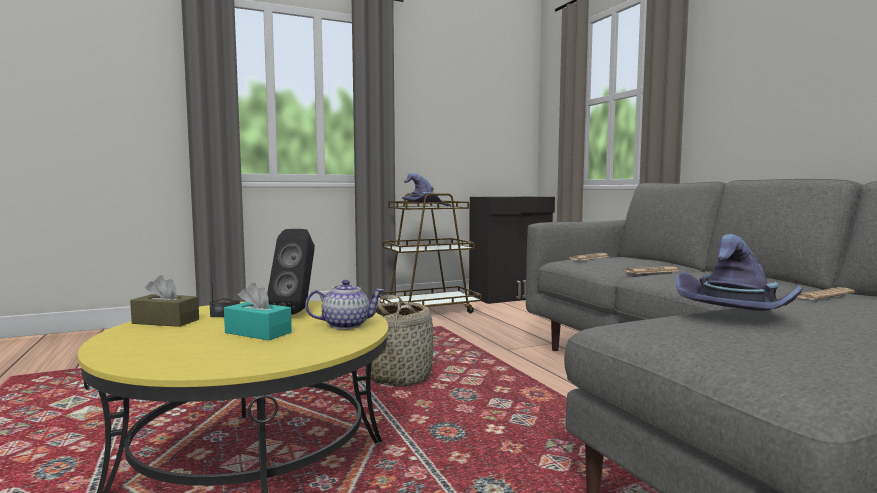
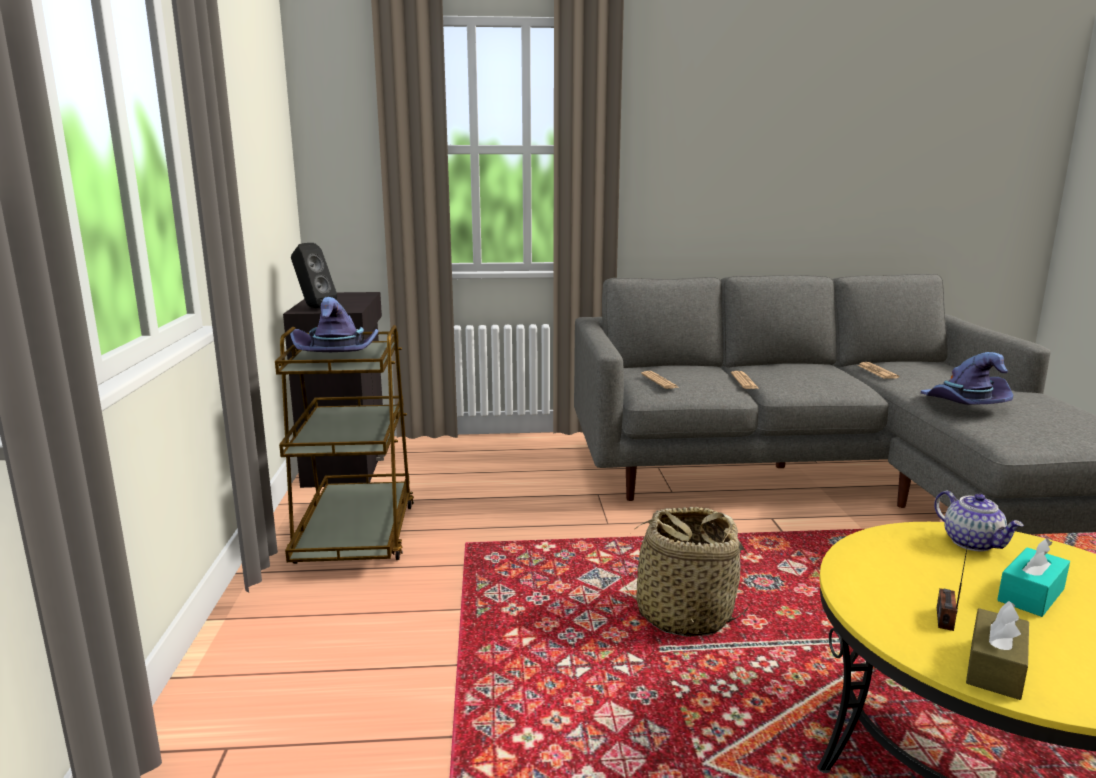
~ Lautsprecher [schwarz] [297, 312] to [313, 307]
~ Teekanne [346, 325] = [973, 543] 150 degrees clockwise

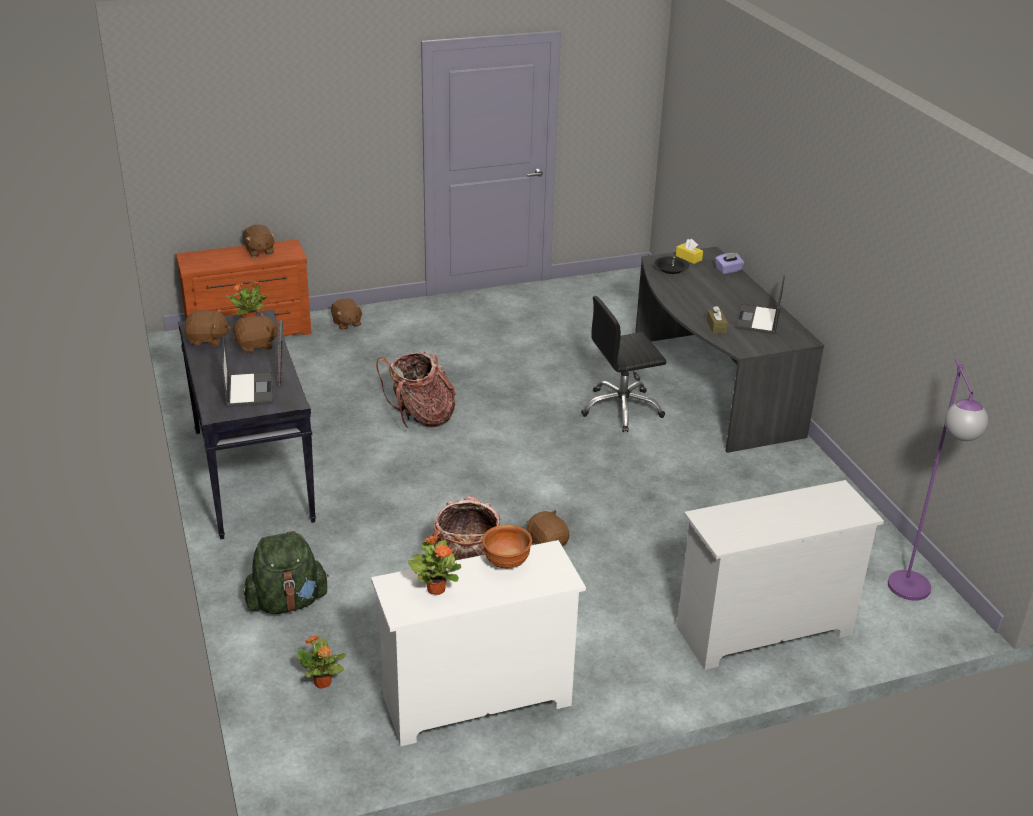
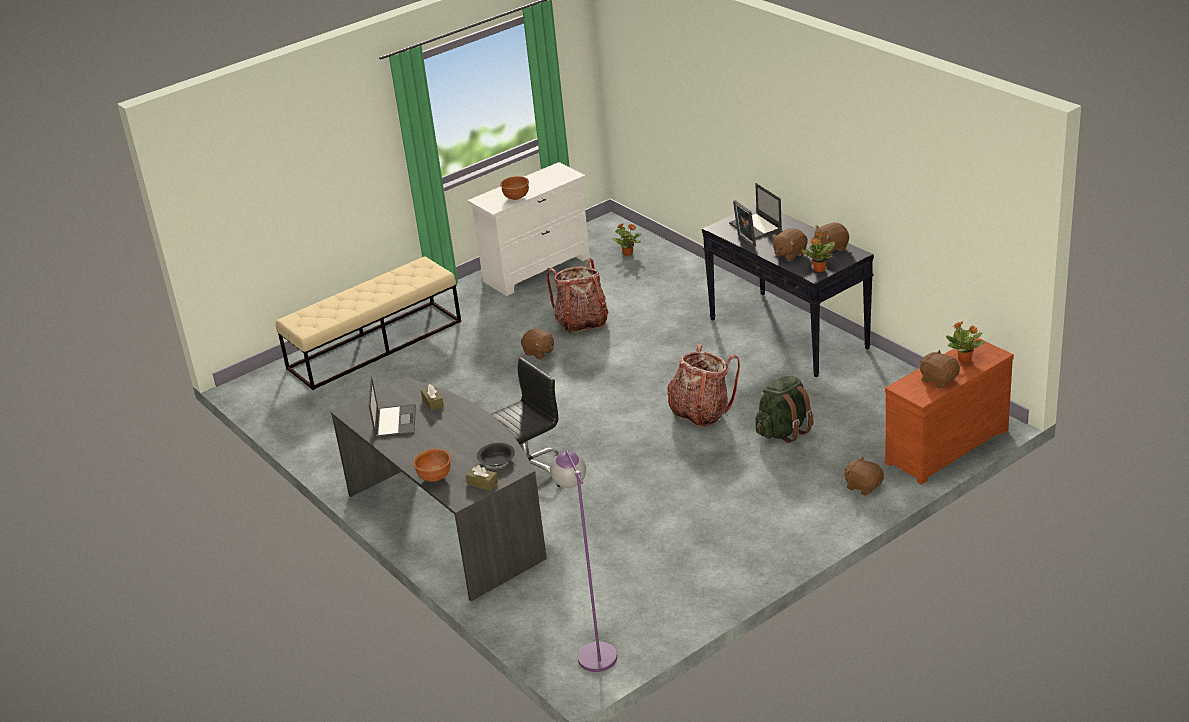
~ Kommode [weiß] [763, 630] to Bank [beige] [375, 344]
~ Taschentuchbox [lila] [728, 270] to Schüssel [braun] [435, 478]
~ Taschentuchbox [gelb] [688, 258] to Taschentuchbox [braun] [482, 483]
~ Stehlampe [lila] [912, 596] to [593, 648]
~ Rucksack [grün] [287, 602] to [784, 431]
~ Topfpflanze [436, 589] to [965, 359]

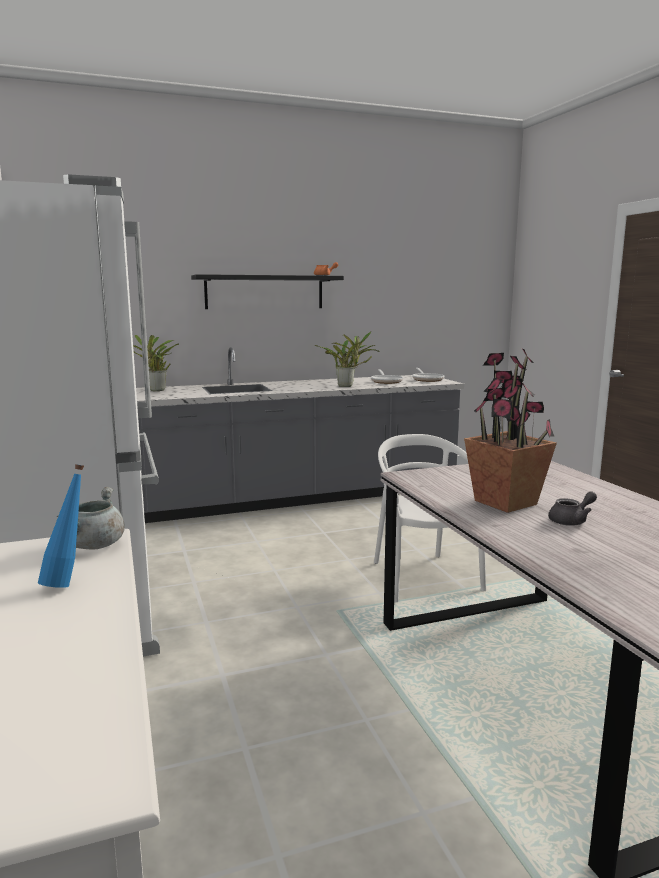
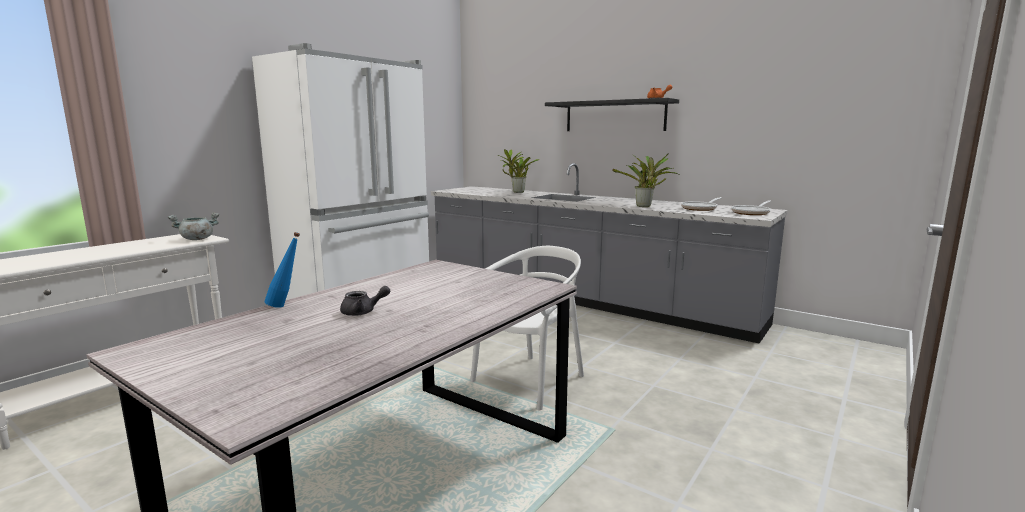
~ Flasche [blau] [68, 582] to [286, 306]
~ Teekanne [grau] [571, 521] = [363, 312] 45 degrees counterclockwise
- Topfpflanze [505, 503]

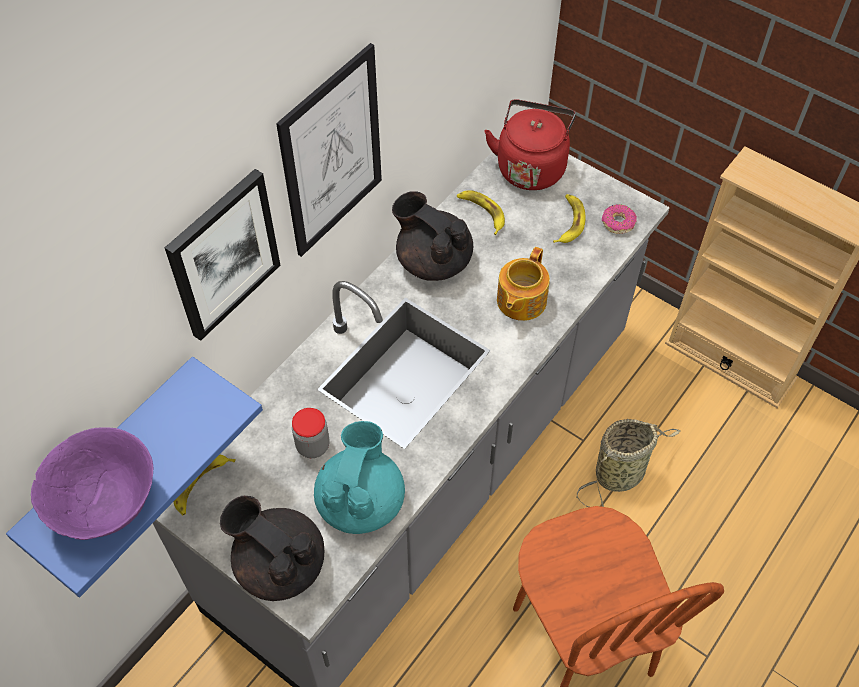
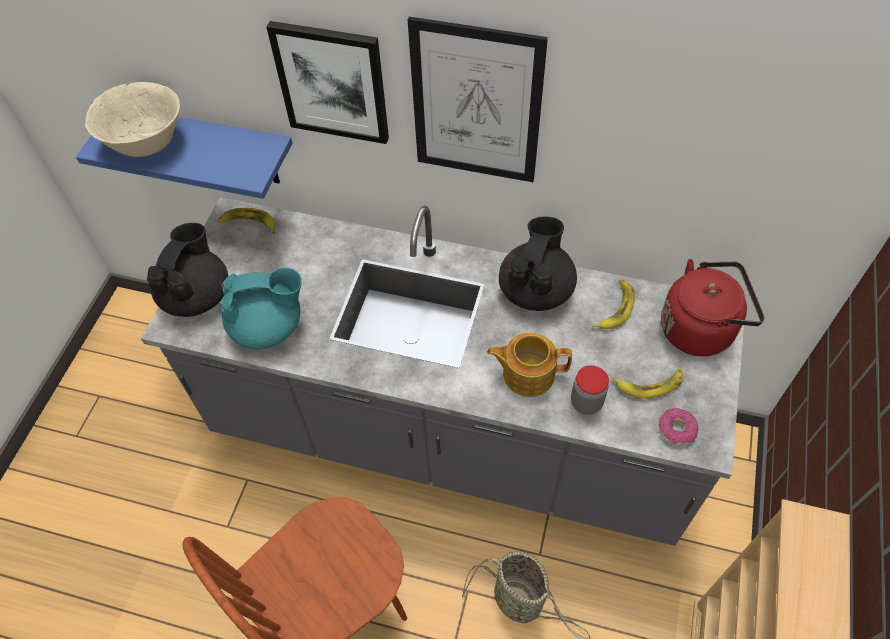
~ Schüssel [lila] [108, 505] to Schüssel [beige] [146, 144]
~ Vorratsglas [313, 446] to [586, 402]

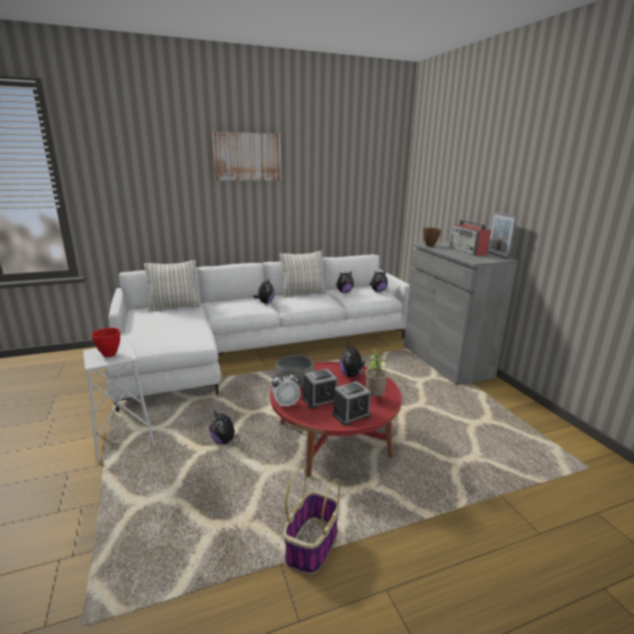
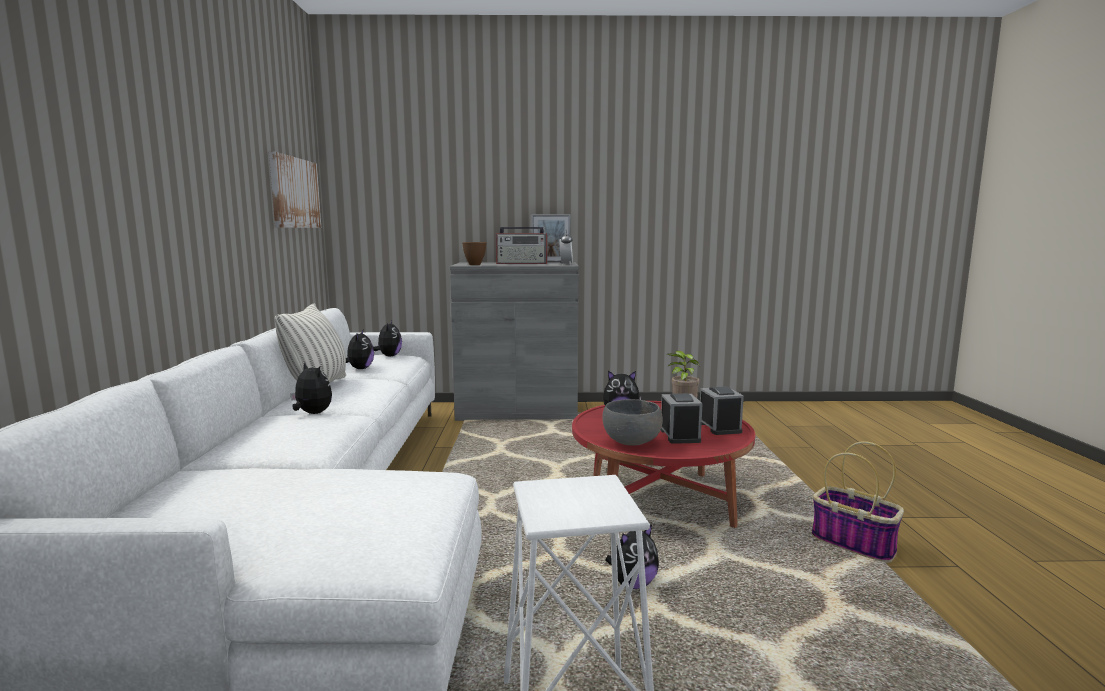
~ Bild [247, 157] to [294, 193]
~ Wecker [286, 404] to [566, 264]
- Schüssel [rot] [108, 354]
- Kissen [175, 307]

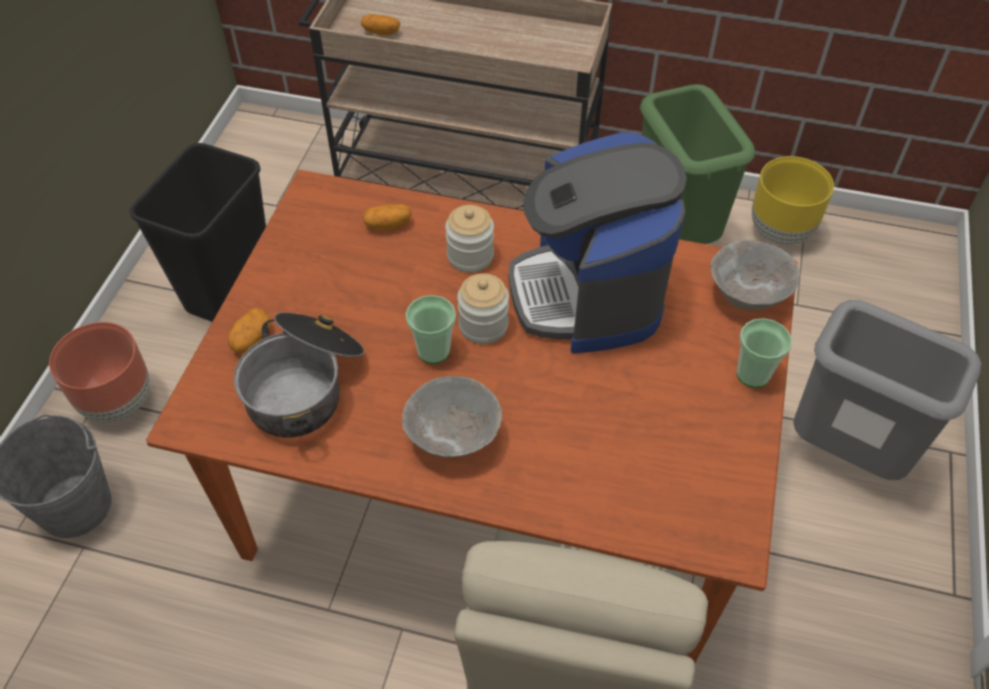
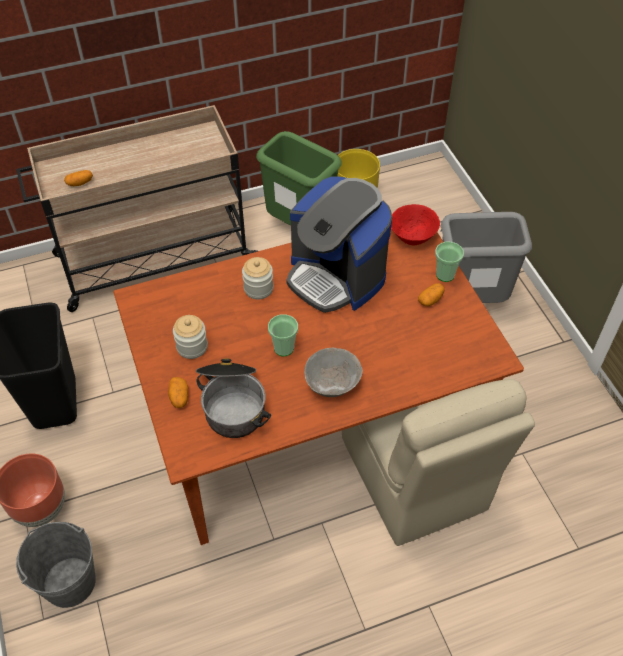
~ Vorratsglas [483, 325] to [192, 347]
~ Schüssel [grau] [746, 296] to Schüssel [rot] [412, 237]
~ Kartoffel [388, 225] to [430, 300]

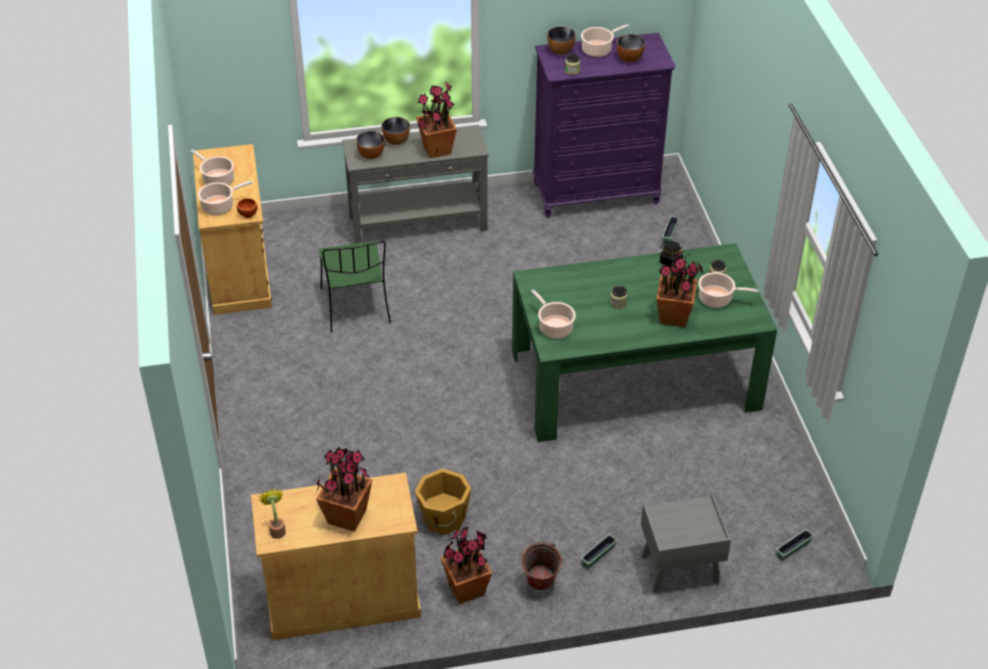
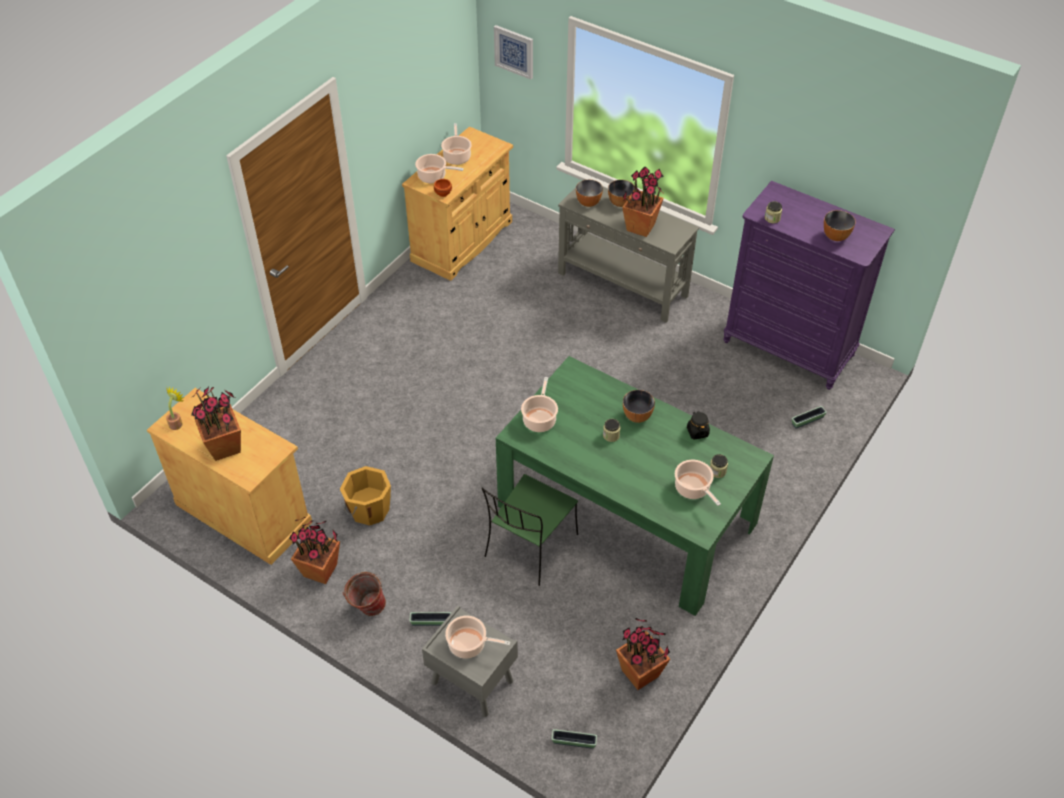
~ Kochtopf [598, 50] to [469, 645]
~ Stuhl [grün] [356, 307] to [530, 547]
+ Bild [514, 51]
~ Topfpflanze [674, 316] to [640, 674]
~ Schüssel [560, 51] to [637, 416]

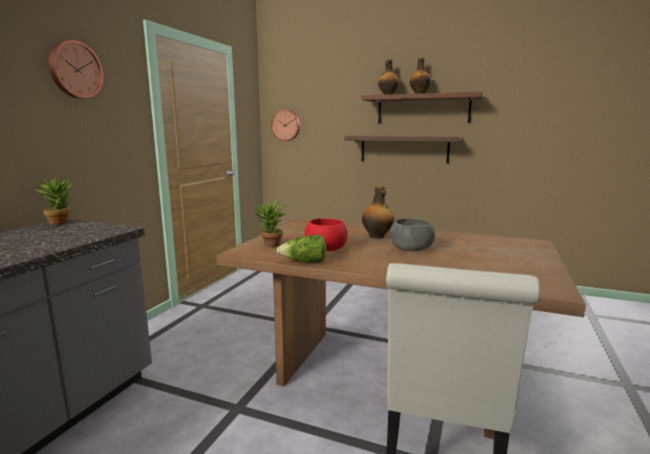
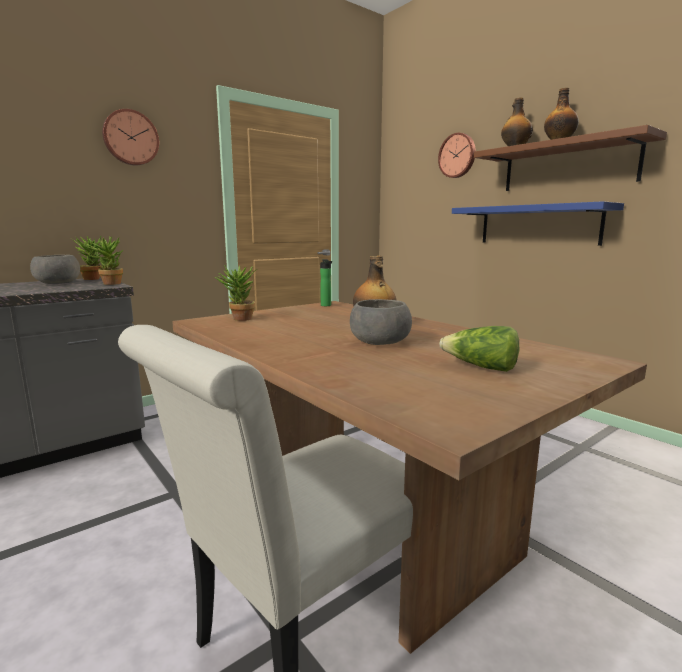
+ Schüssel [grau] [57, 283]
+ Topfpflanze [109, 283]
+ Flasche [326, 305]
~ Wanduhr [286, 125] to [457, 155]
~ Salatkopf [304, 262] to [481, 368]
~ Wandregal [braun] [404, 149] to Wandregal [blau] [538, 225]
- Schüssel [rot] [326, 248]

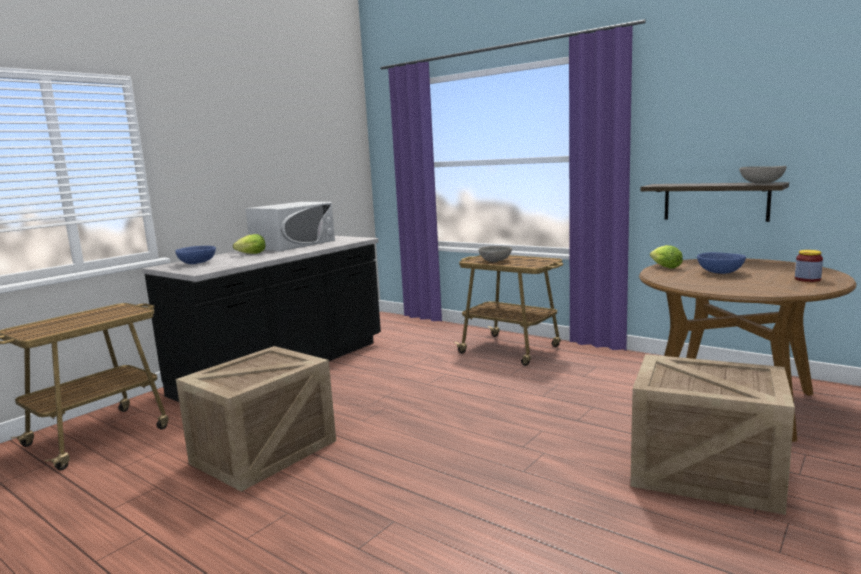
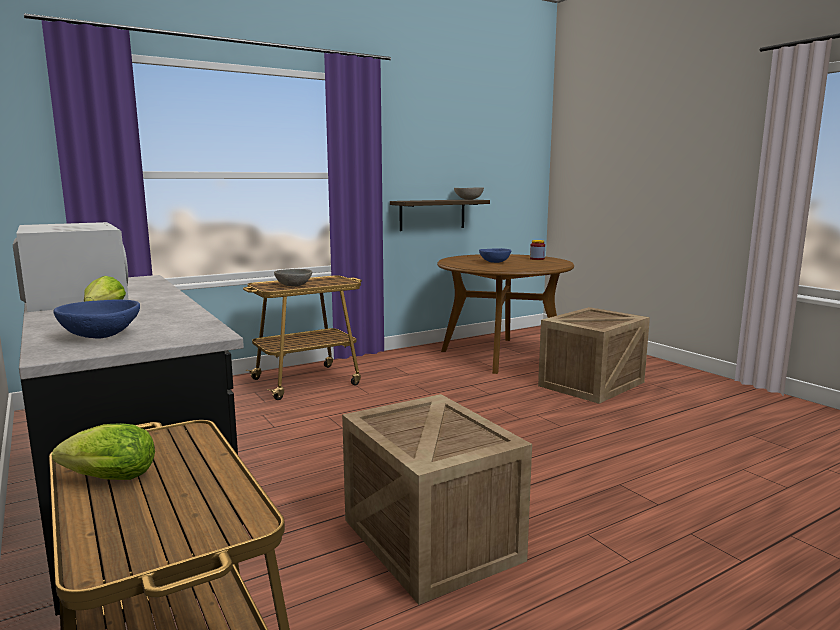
~ Salatkopf [664, 267] to [105, 479]

